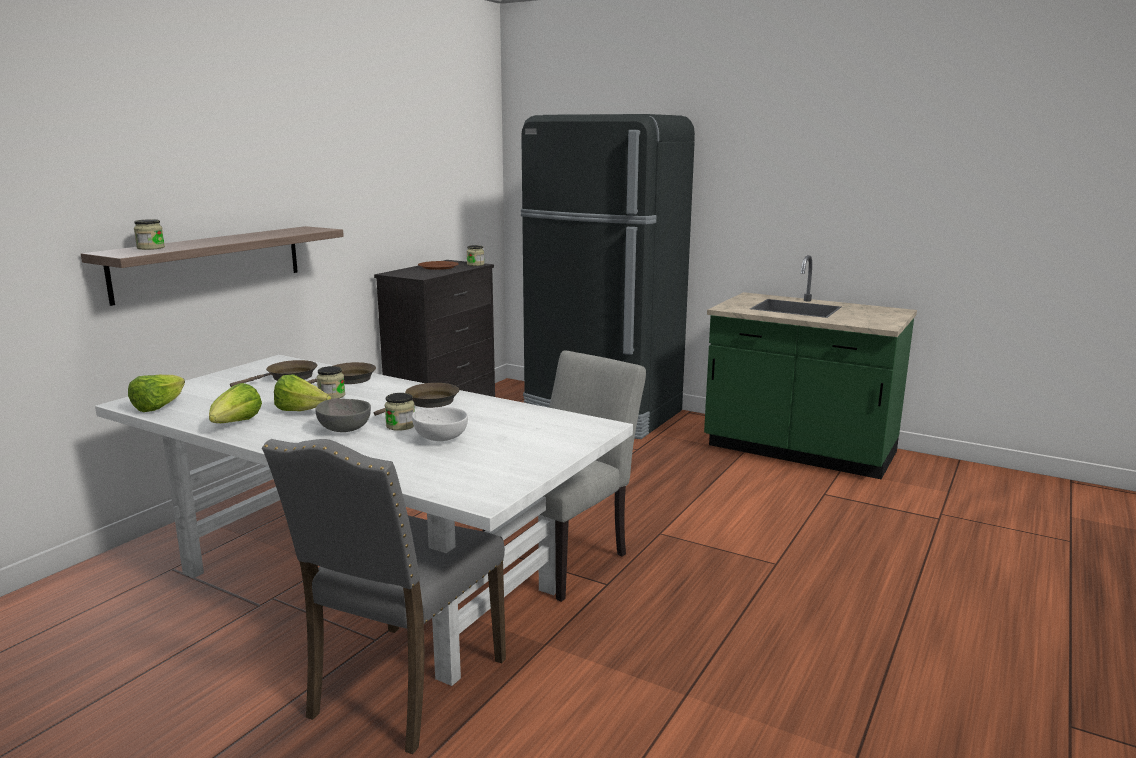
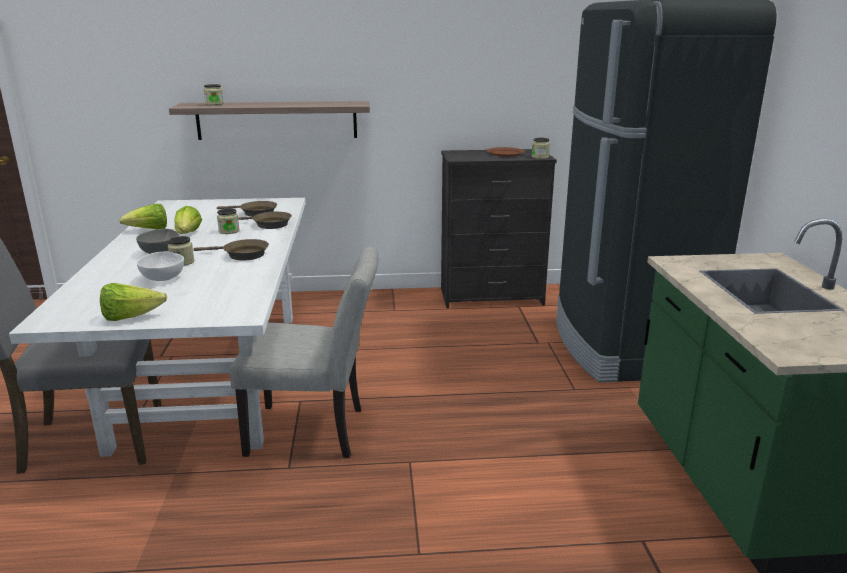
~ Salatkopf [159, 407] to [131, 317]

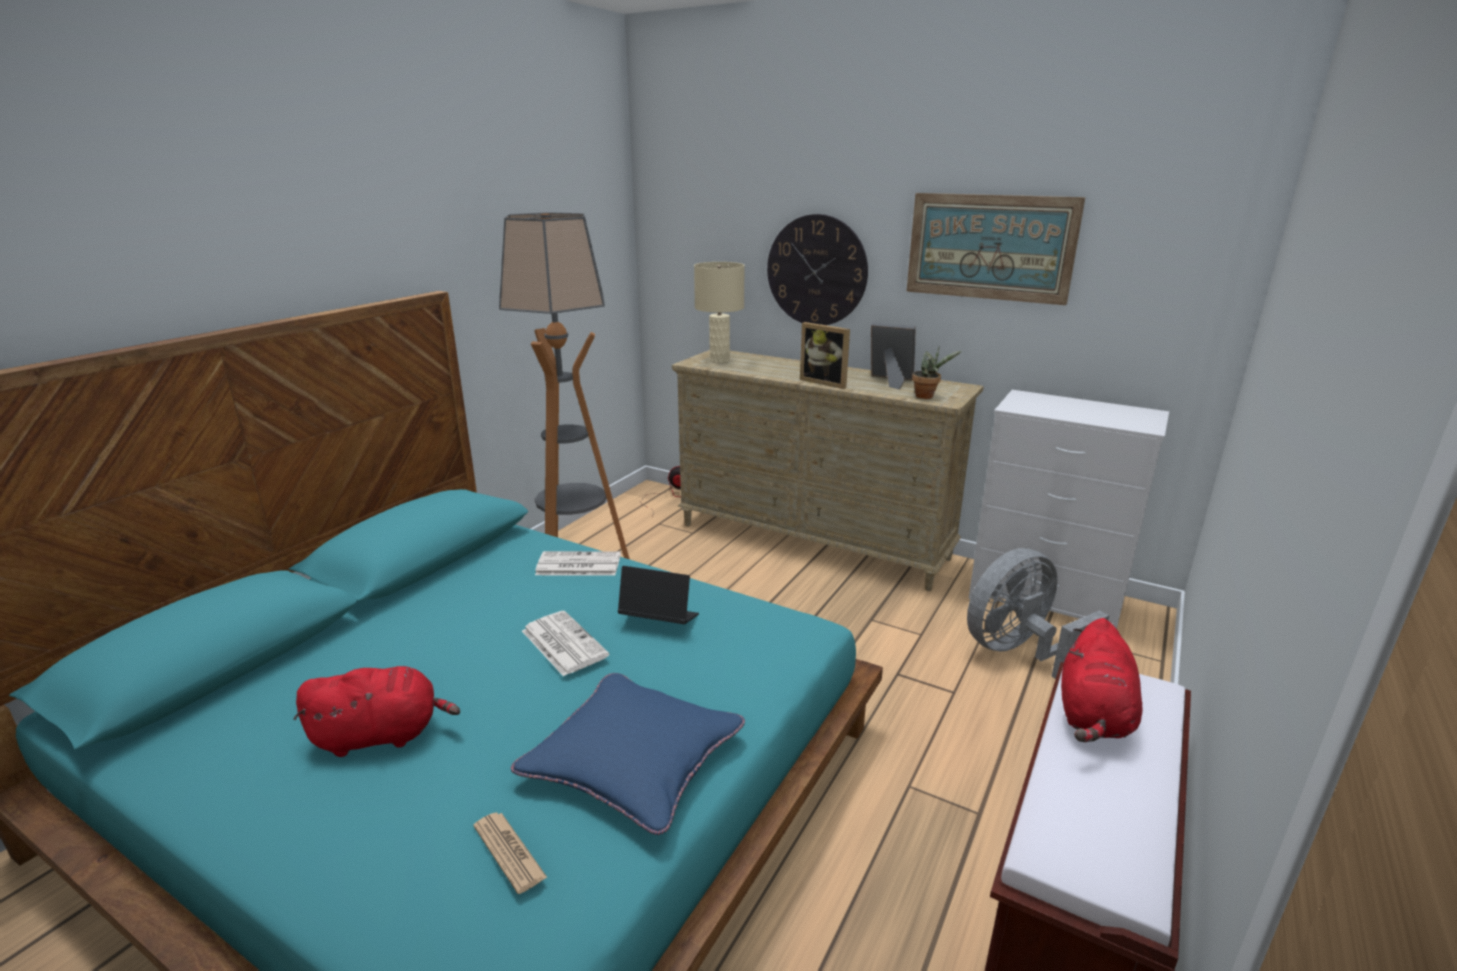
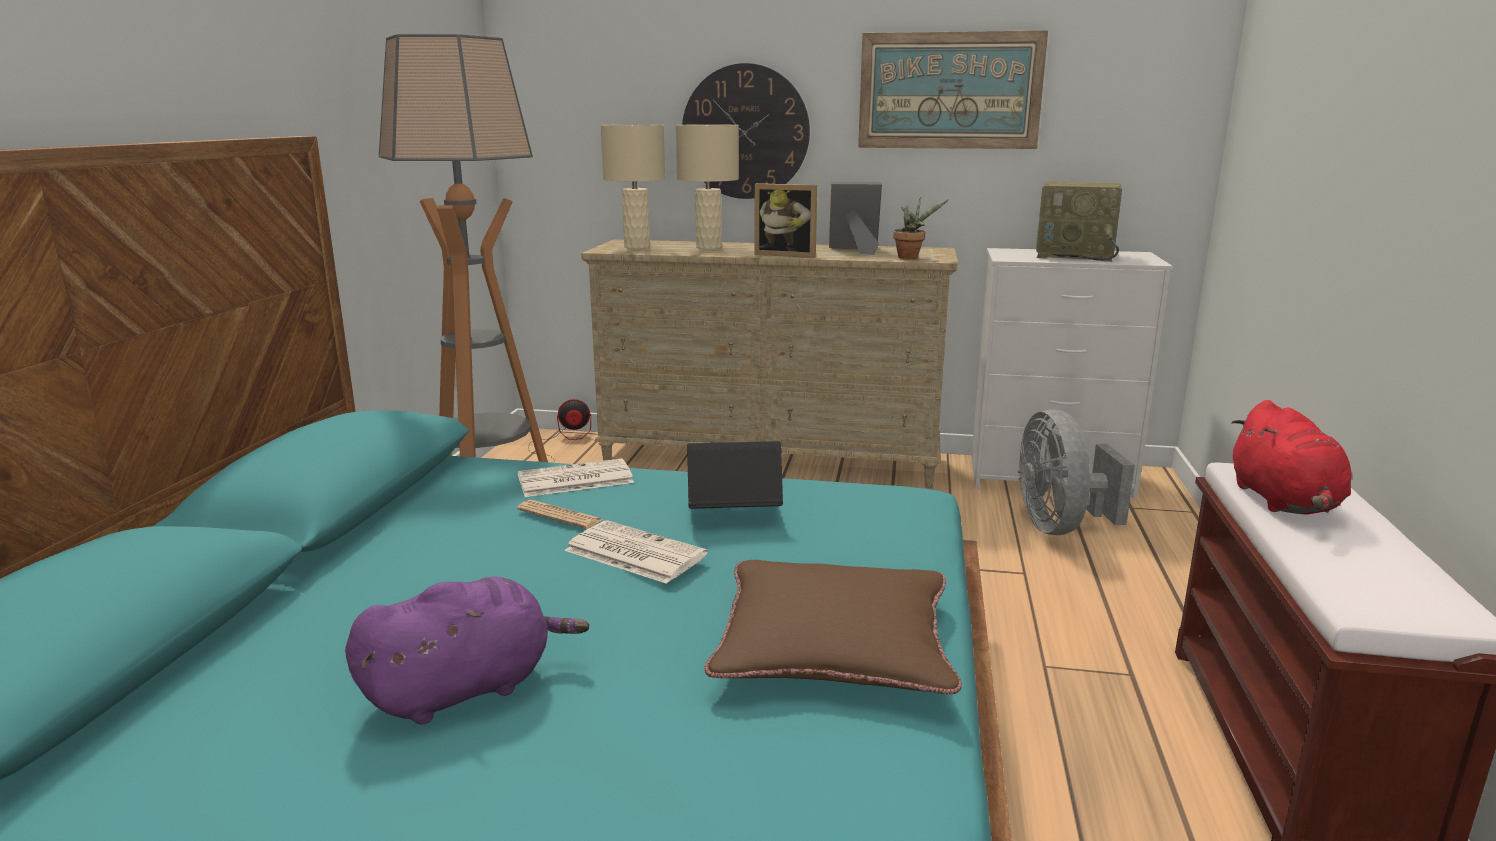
~ Plüschtier [rot] [382, 735] to Plüschtier [lila] [466, 688]
~ Zeitung [509, 852] to [559, 515]
+ Tischlampe [beige] [708, 247]
~ Kissen [blau] [633, 760] to Kissen [braun] [834, 644]
~ Ventilator [grau] [1019, 652] = [1060, 526] 45 degrees counterclockwise
+ Radio [1076, 255]

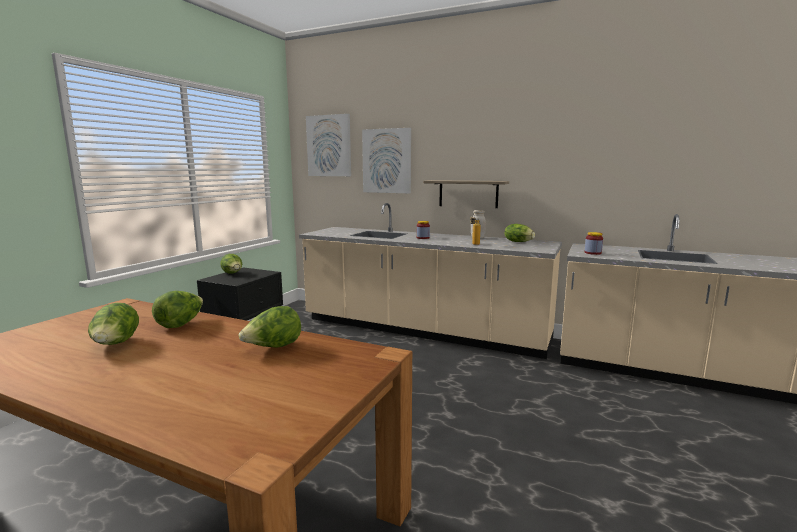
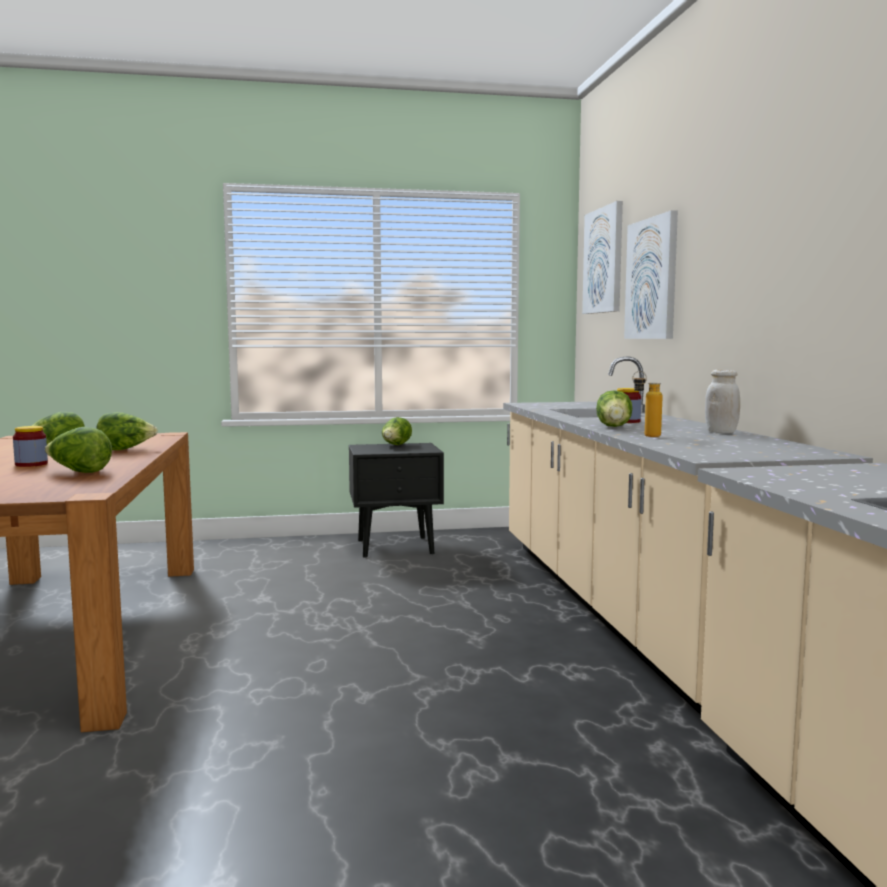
~ Vorratsglas [593, 253] to [31, 464]
~ Salatkopf [518, 242] to [614, 427]
- Wandregal [468, 193]

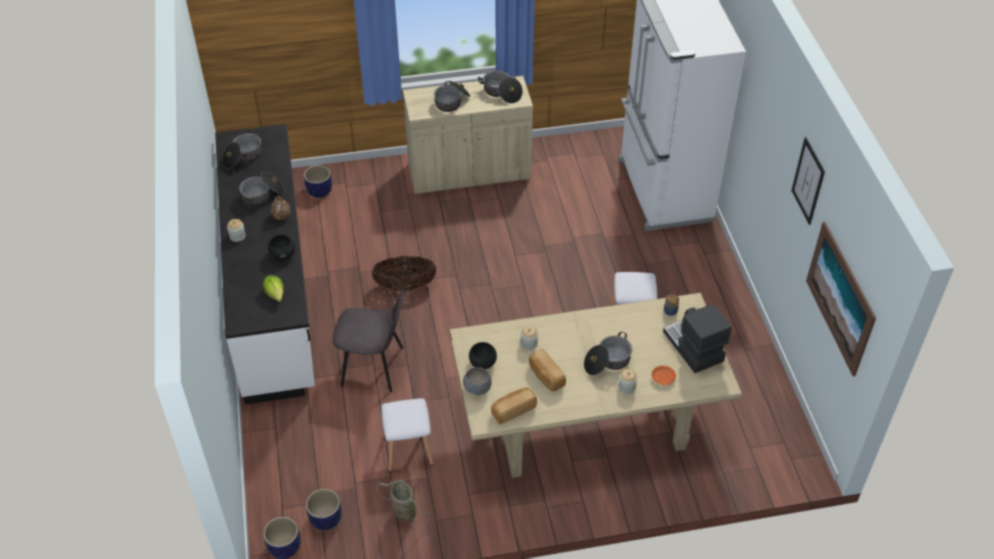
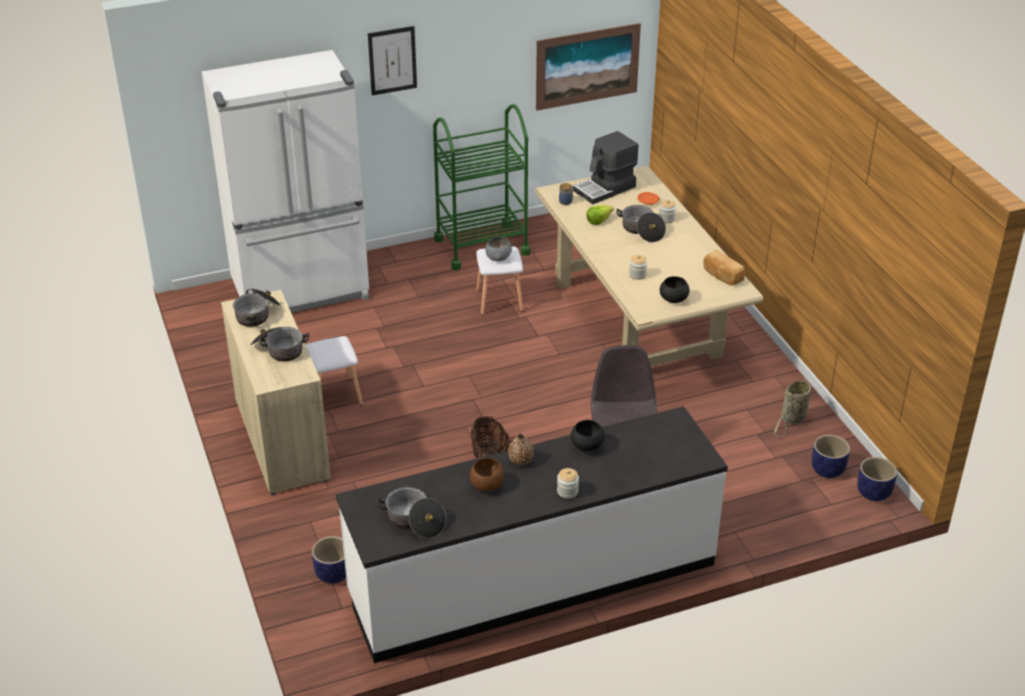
~ Hocker [weiß] [407, 449] to [334, 396]
~ Bild [808, 181] to [392, 60]
+ Rollwagen [grün] [481, 246]
~ Kochtopf [262, 195] to Schüssel [braun] [486, 485]
~ Schüssel [grau] [477, 387] to [498, 258]
~ Salatkopf [275, 294] to [598, 220]
- Brot [546, 376]

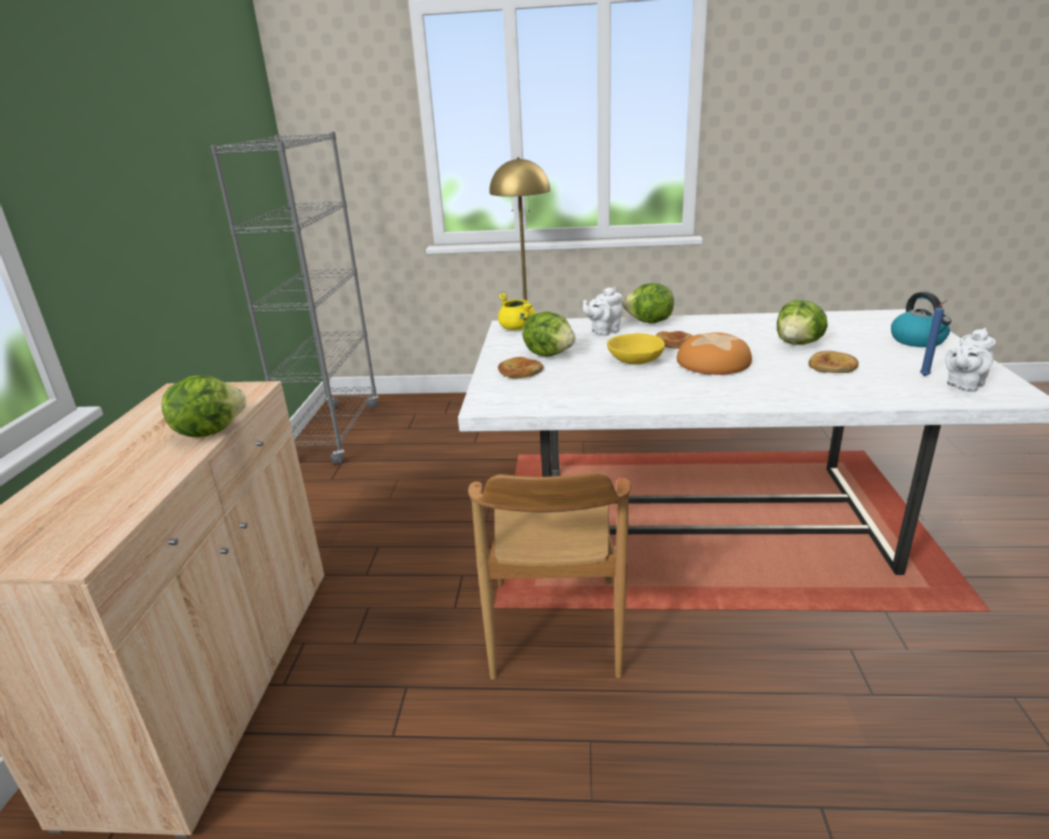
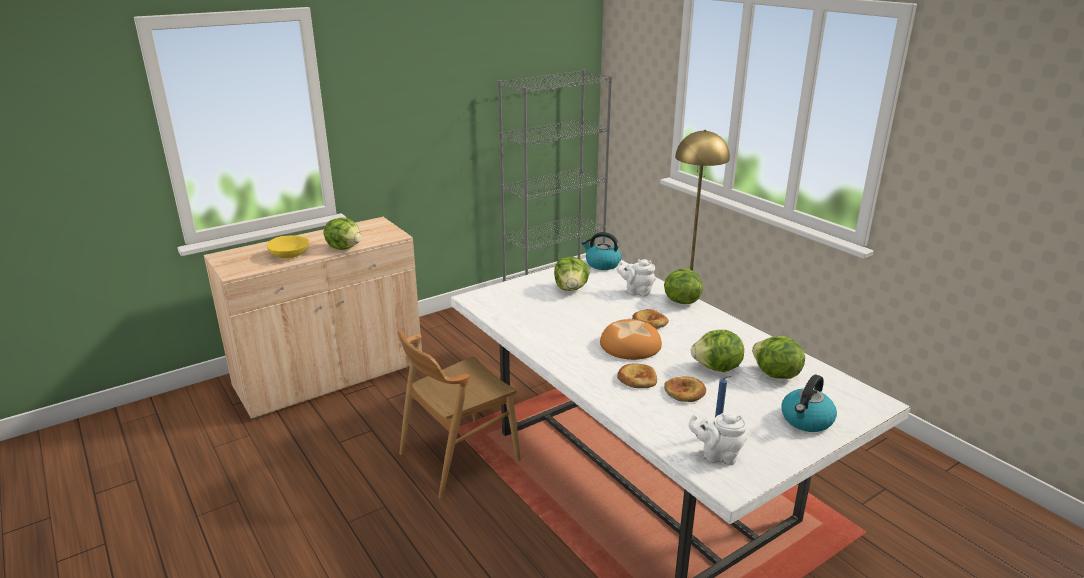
~ Schüssel [gelb] [635, 360] to [290, 255]
~ Kochtopf [gelb] [517, 328] to Wasserkessel [602, 264]
~ Brot [520, 371] to [637, 379]
+ Salatkopf [775, 375]

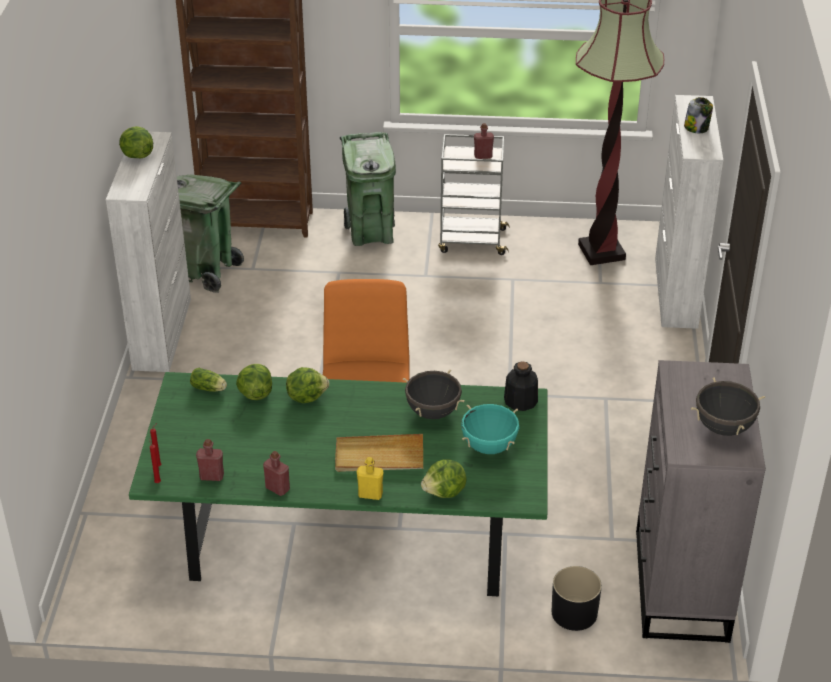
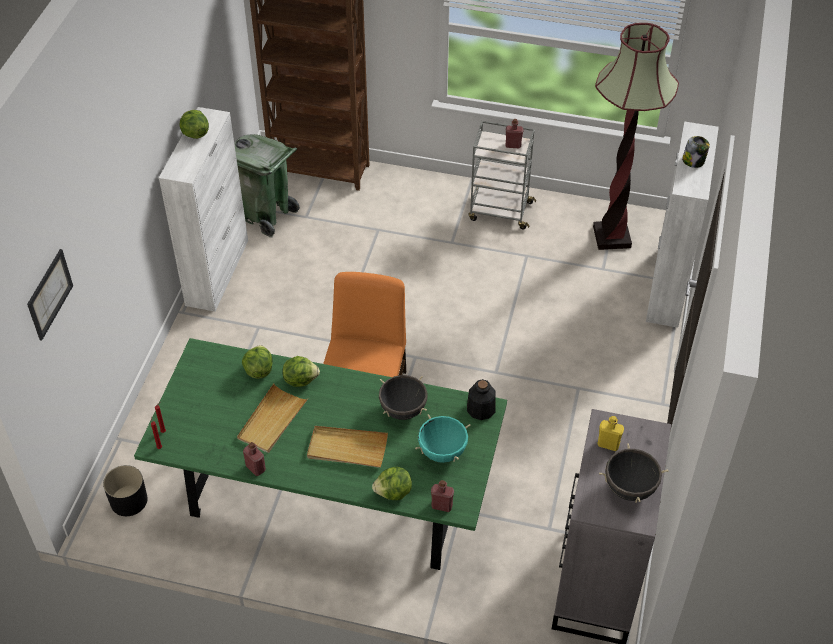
+ Bild [49, 294]
~ Pflanzkübel [schwarz] [574, 612] to [129, 500]
+ Tablett [beige] [272, 420]
~ Flasche [rot] [212, 476] to [442, 506]
~ Flasche [gelb] [370, 494] to [608, 444]
- Salatkopf [209, 388]
- Mülleimer [grün] [371, 233]

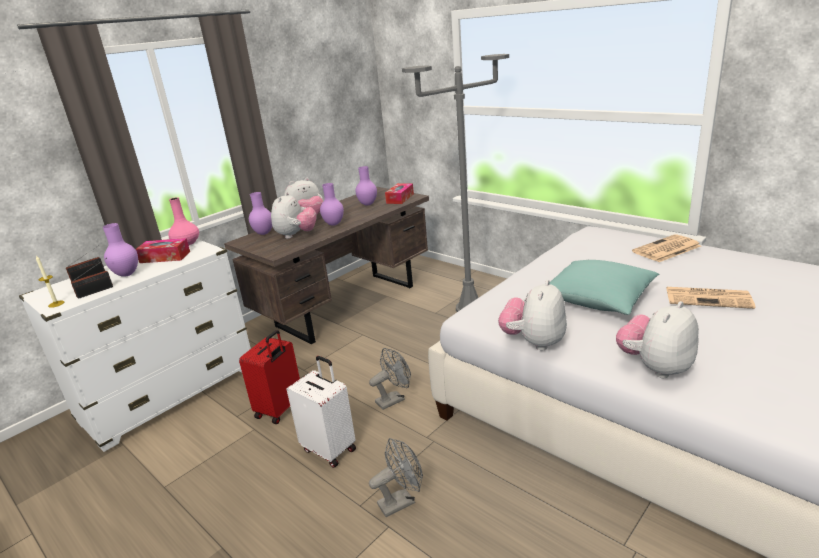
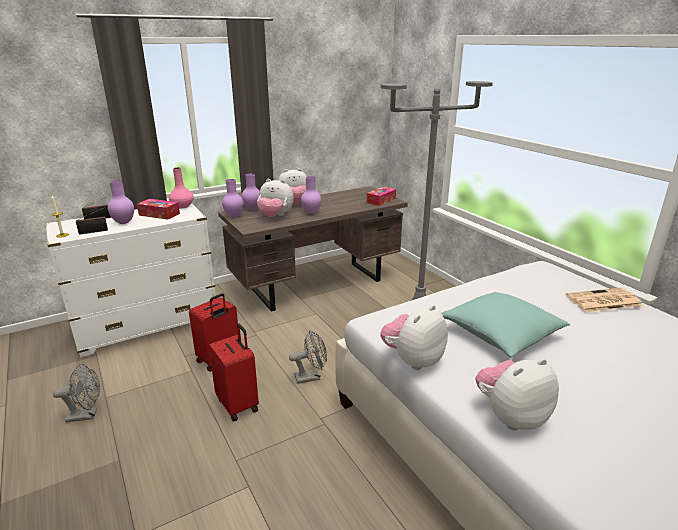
~ Ventilator [grau] [401, 501] to [87, 415]
~ Koffer [weiß] [330, 449] to Koffer [rot] [238, 404]
~ Vase [lila] [368, 204] to [234, 216]
~ Plüschtier [296, 235] = [275, 216] 75 degrees clockwise
- Zeitung [709, 298]

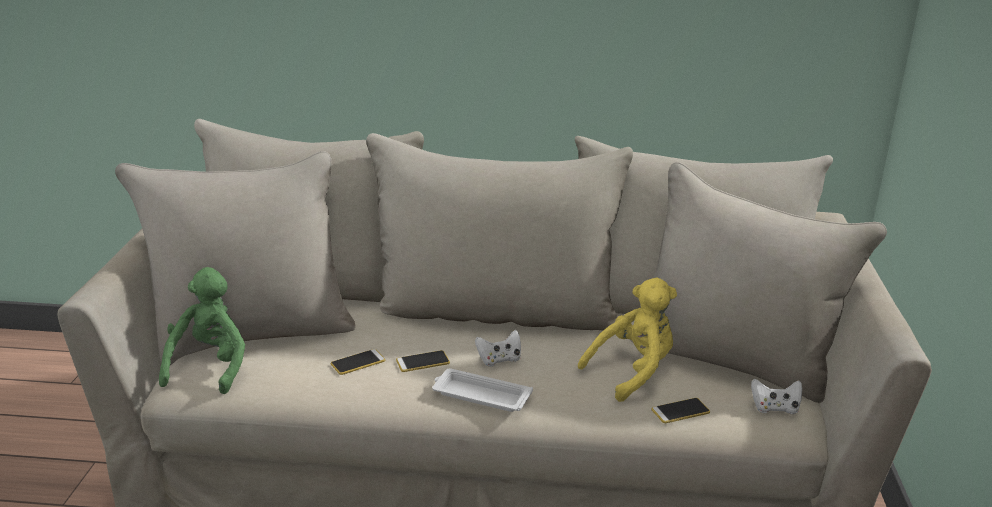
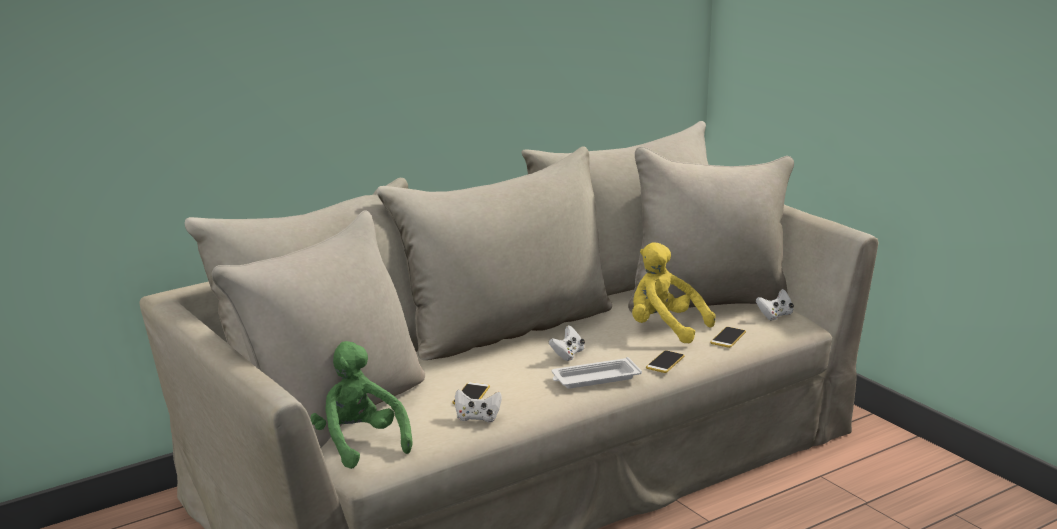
+ Gamepad [weiß] [477, 418]
~ Plüschtier [gelb] [633, 372] = [664, 328] 75 degrees counterclockwise
~ Handy [423, 362] to [665, 362]

